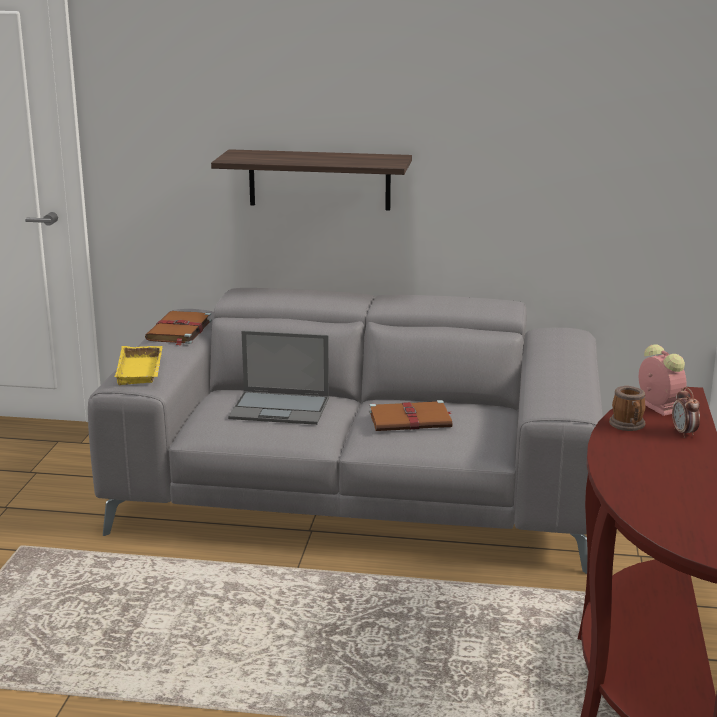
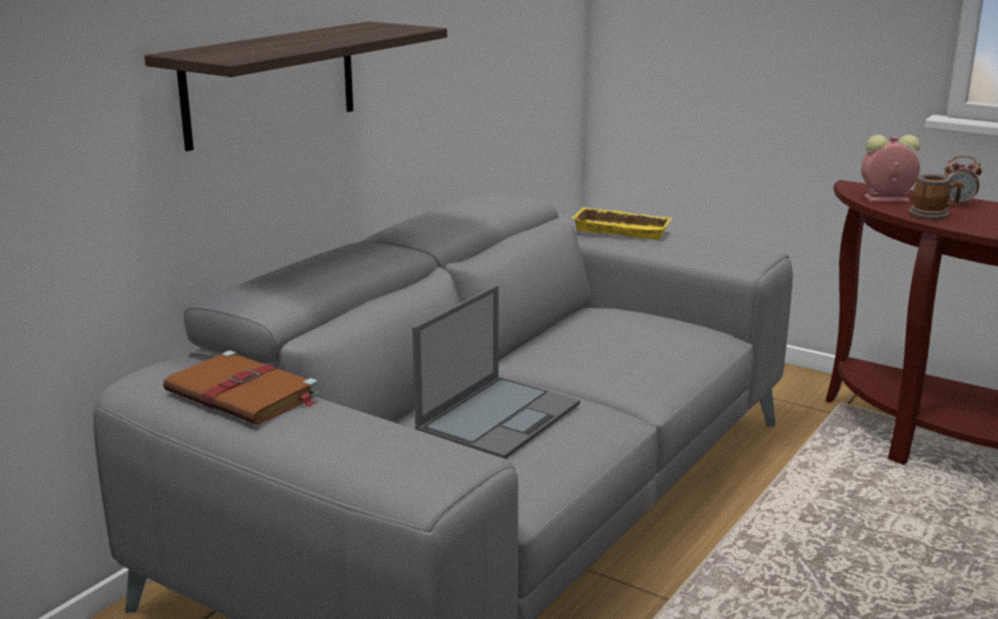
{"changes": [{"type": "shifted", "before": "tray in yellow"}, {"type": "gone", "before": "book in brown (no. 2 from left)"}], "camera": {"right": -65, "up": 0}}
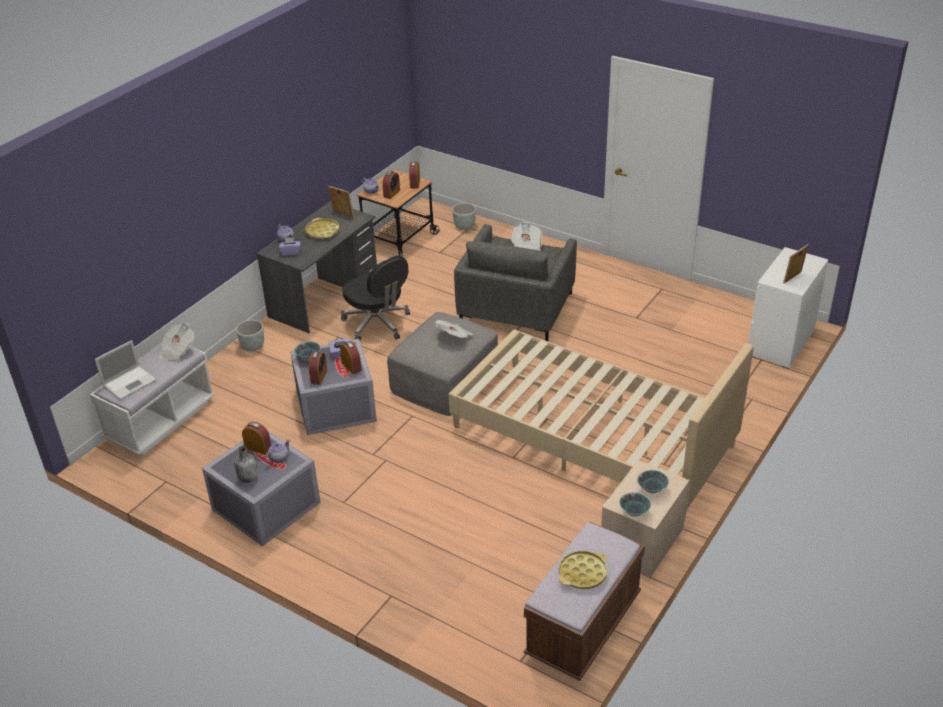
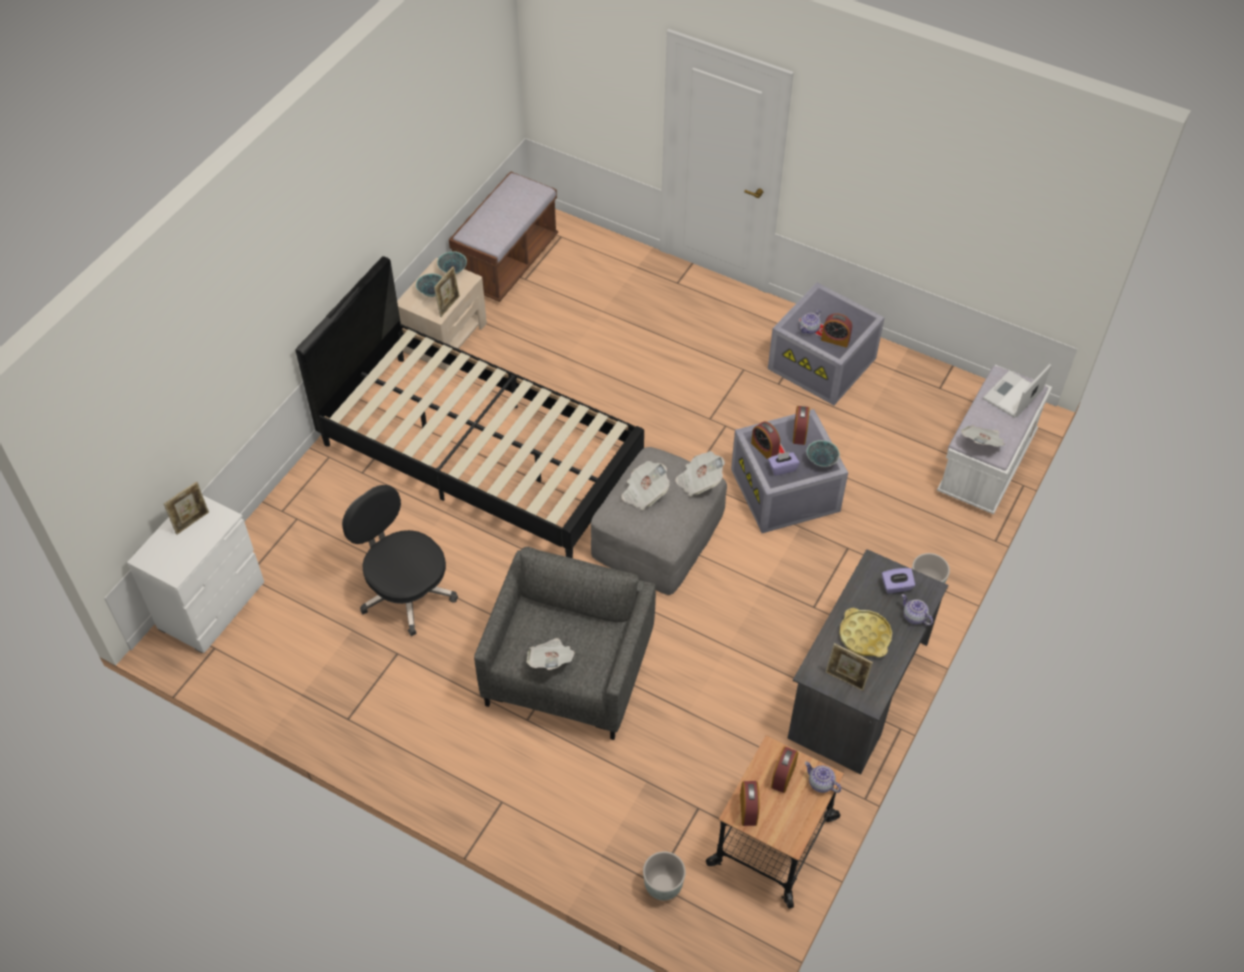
{"changes": [{"type": "shifted", "before": "office chair in black"}, {"type": "repainted", "before": "bed in beige", "after": "bed in black"}, {"type": "gone", "before": "bottle in grey"}, {"type": "gone", "before": "tray in yellow (no. 2 from left)"}, {"type": "new", "after": "picture frame (no. 2 from left)"}, {"type": "new", "after": "newspaper (no. 3 from left)"}], "camera": {"right": 175, "up": 15}}
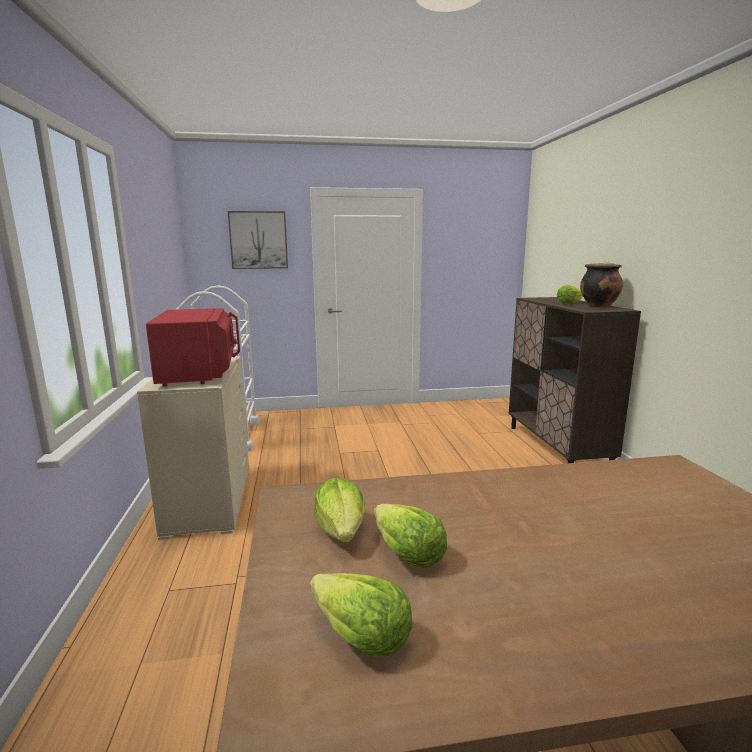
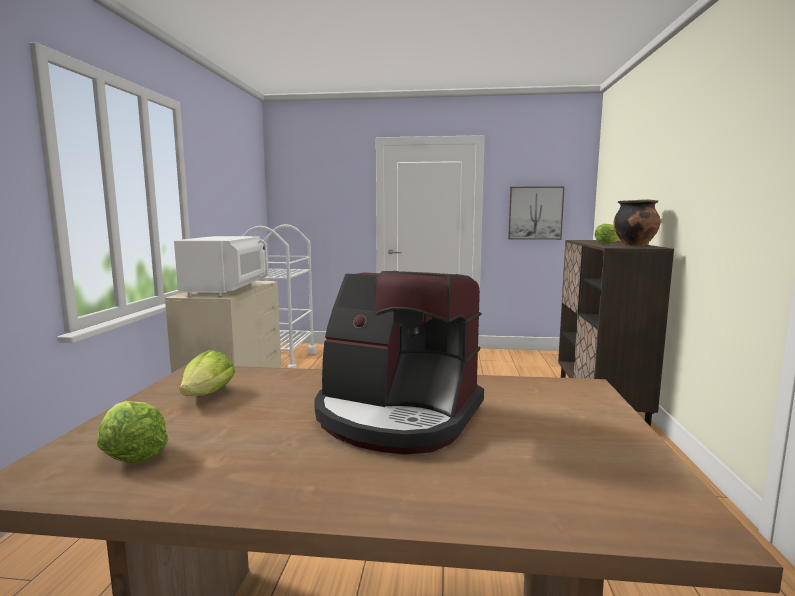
{"changes": [{"type": "shifted", "before": "picture"}, {"type": "repainted", "before": "microwave in red", "after": "microwave in white"}, {"type": "gone", "before": "lettuce (no. 3 from left)"}, {"type": "new", "after": "coffee machine"}], "camera": {"right": 15, "up": -5}}
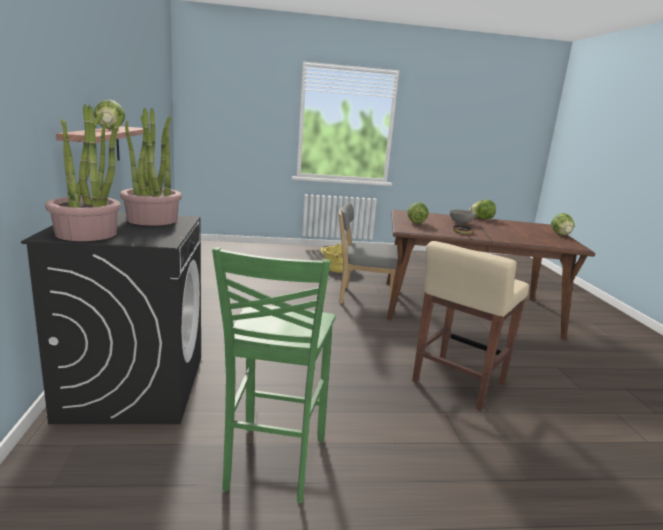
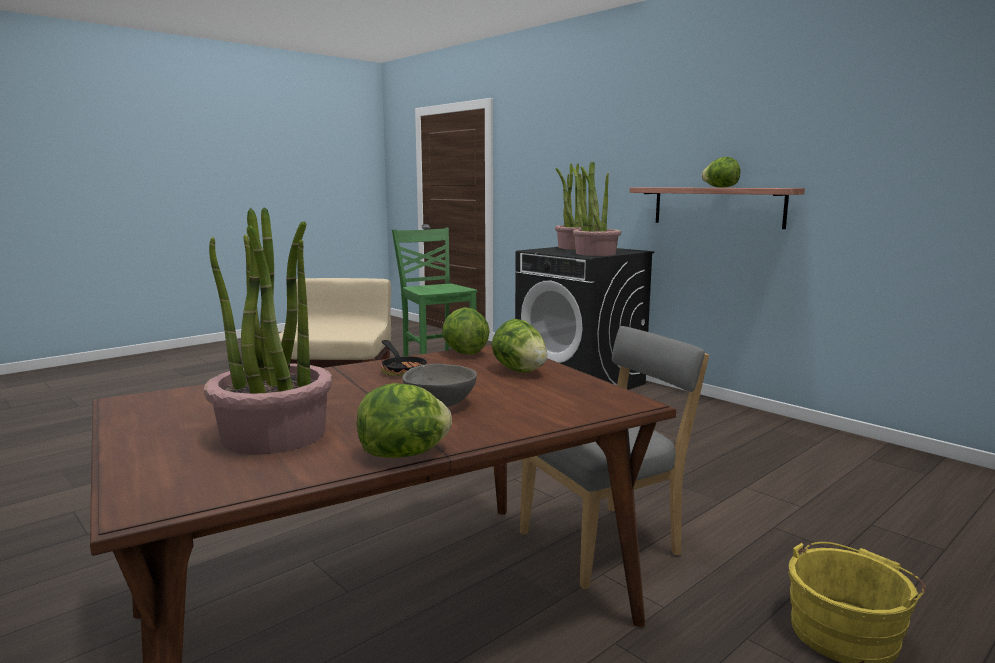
{"changes": [{"type": "shifted", "before": "lettuce (no. 4 from left in the first image)", "after": "lettuce (no. 2 from left)"}, {"type": "new", "after": "potted plant (no. 1 from left)"}], "camera": {"right": 145, "up": -5}}
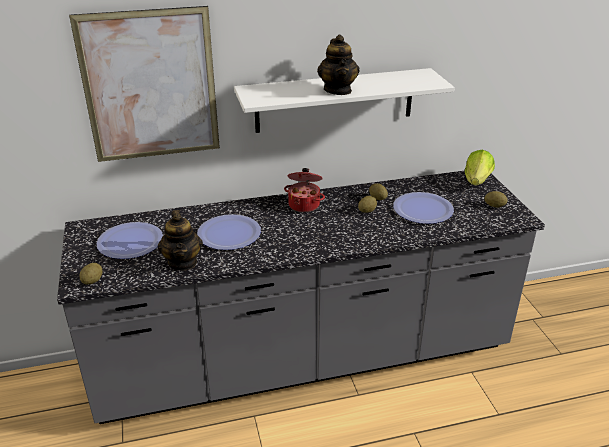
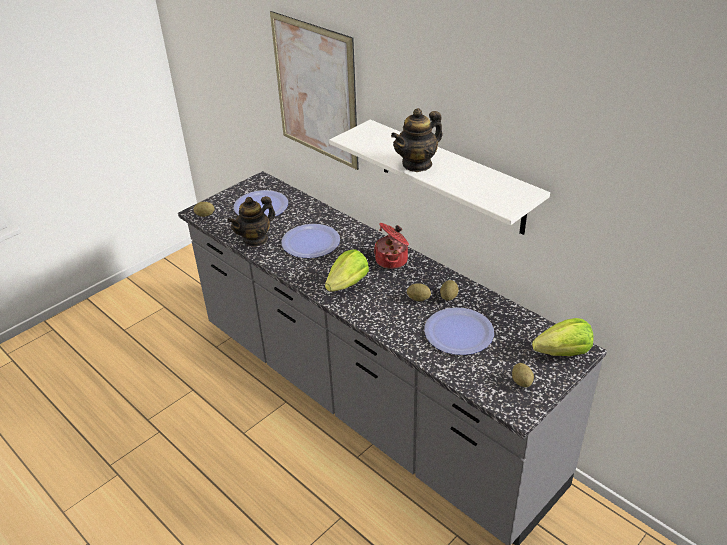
{"changes": [{"type": "new", "after": "lettuce (no. 1 from left)"}], "camera": {"right": 60, "up": 5}}
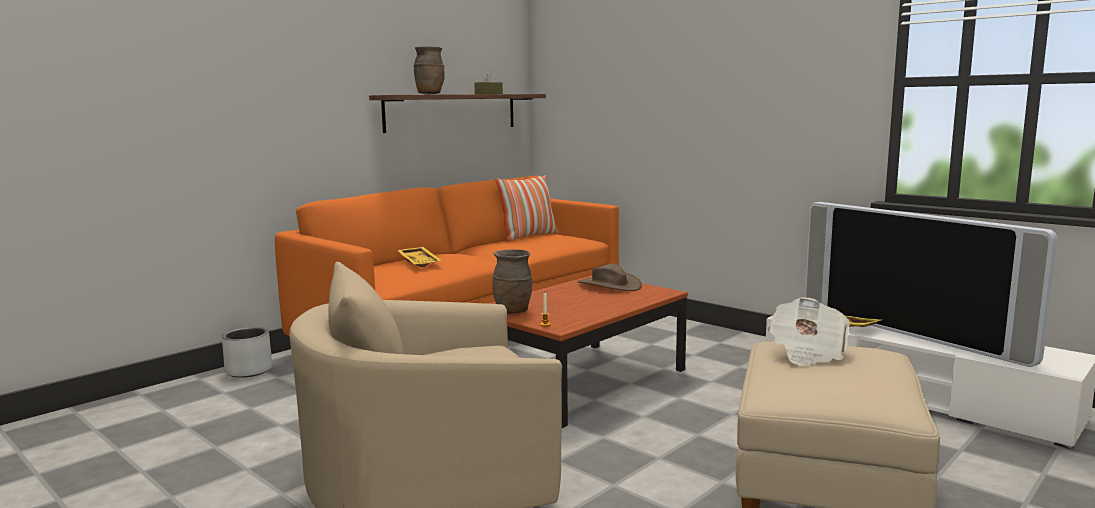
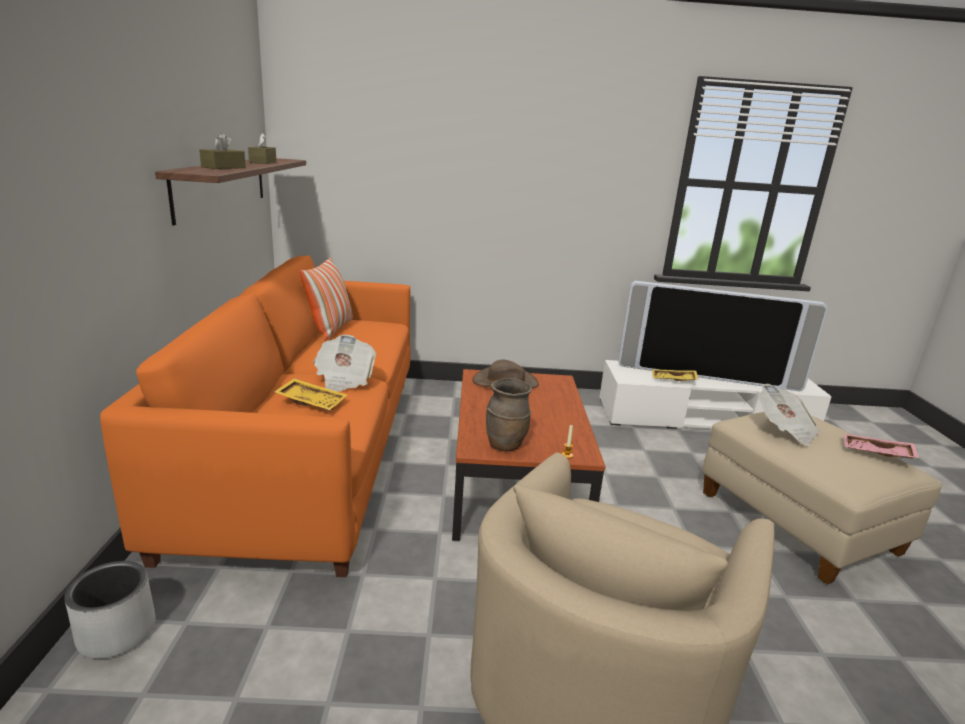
{"changes": [{"type": "swapped", "before": "vase in brown (no. 1 from left)", "after": "tissue box in brown (no. 1 from left)"}, {"type": "new", "after": "newspaper (no. 1 from left)"}, {"type": "new", "after": "tray in pink"}], "camera": {"right": -45, "up": 10}}
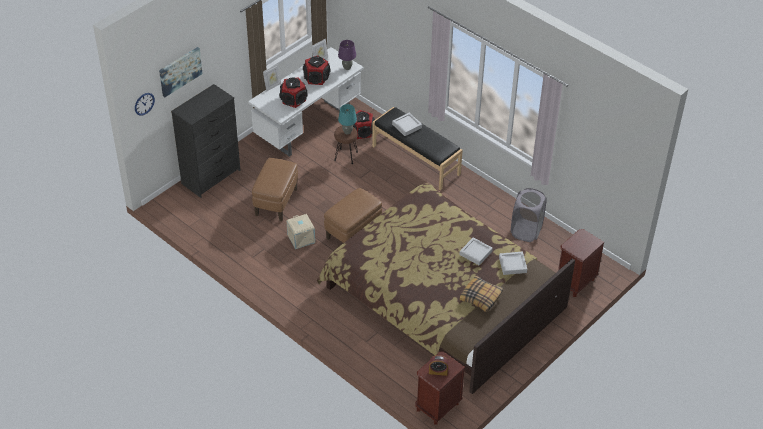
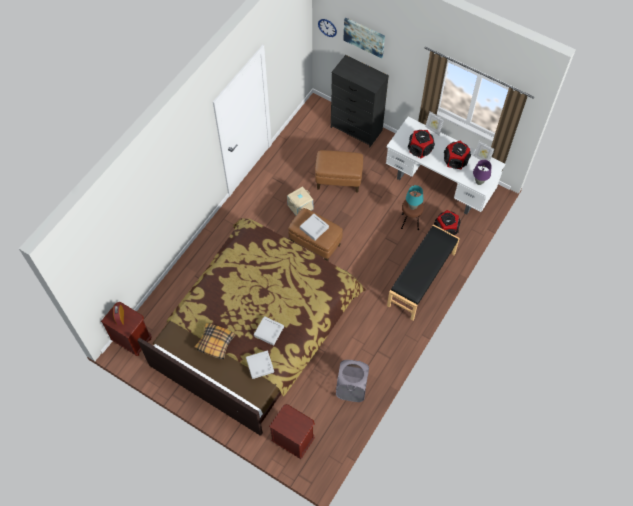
{"changes": [{"type": "shifted", "before": "tray in grey (no. 1 from left in the first image)", "after": "tray in grey (no. 3 from left)"}], "camera": {"right": 80, "up": 15}}
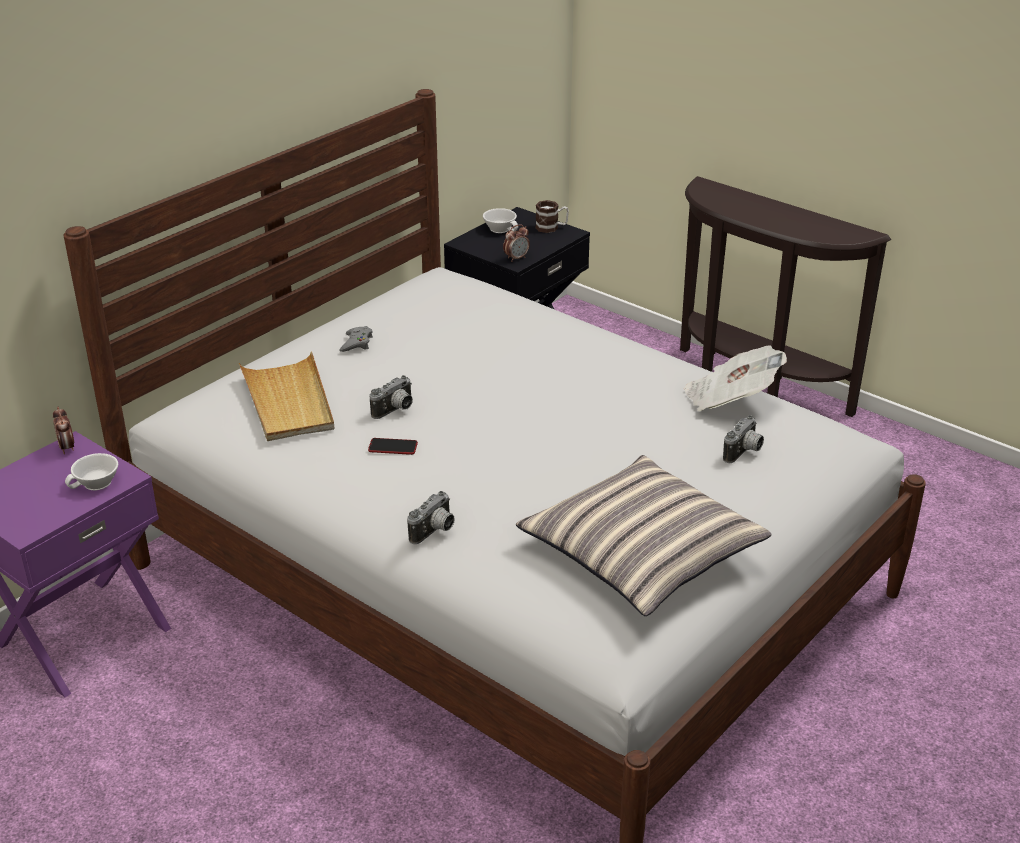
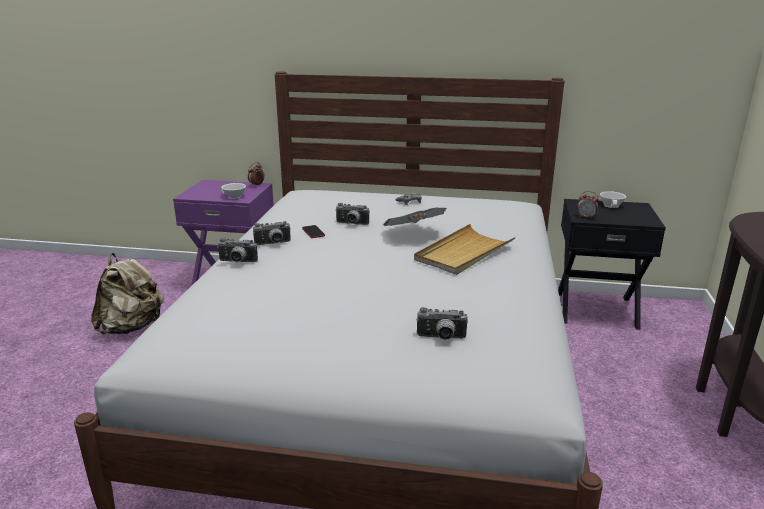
{"changes": [{"type": "gone", "before": "mug"}, {"type": "shifted", "before": "newspaper"}, {"type": "shifted", "before": "tray in beige"}, {"type": "gone", "before": "pillow"}, {"type": "new", "after": "photo camera (no. 2 from left)"}, {"type": "new", "after": "backpack in beige"}], "camera": {"right": 60, "up": -10}}
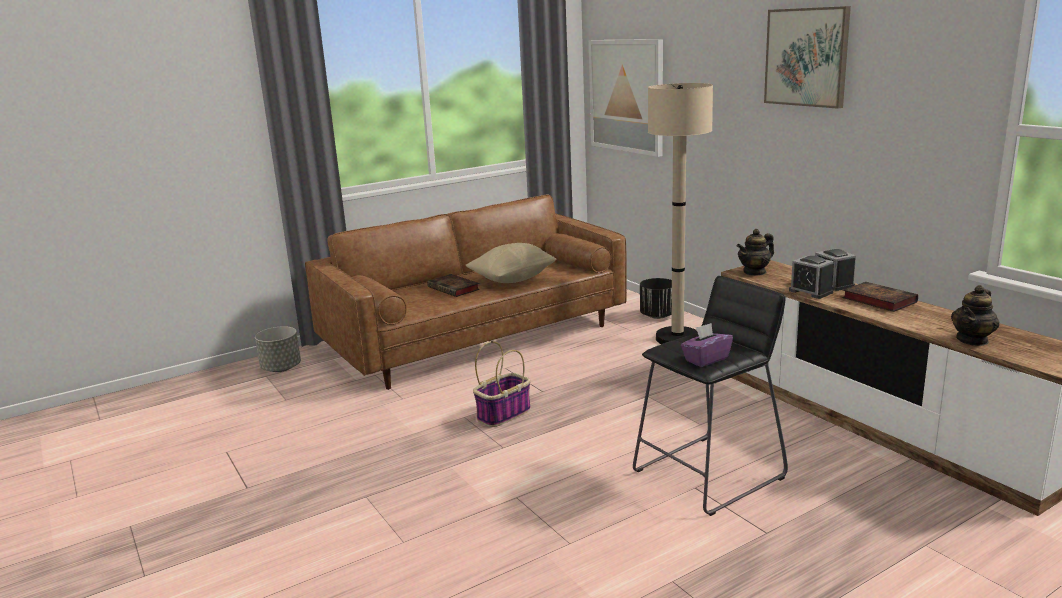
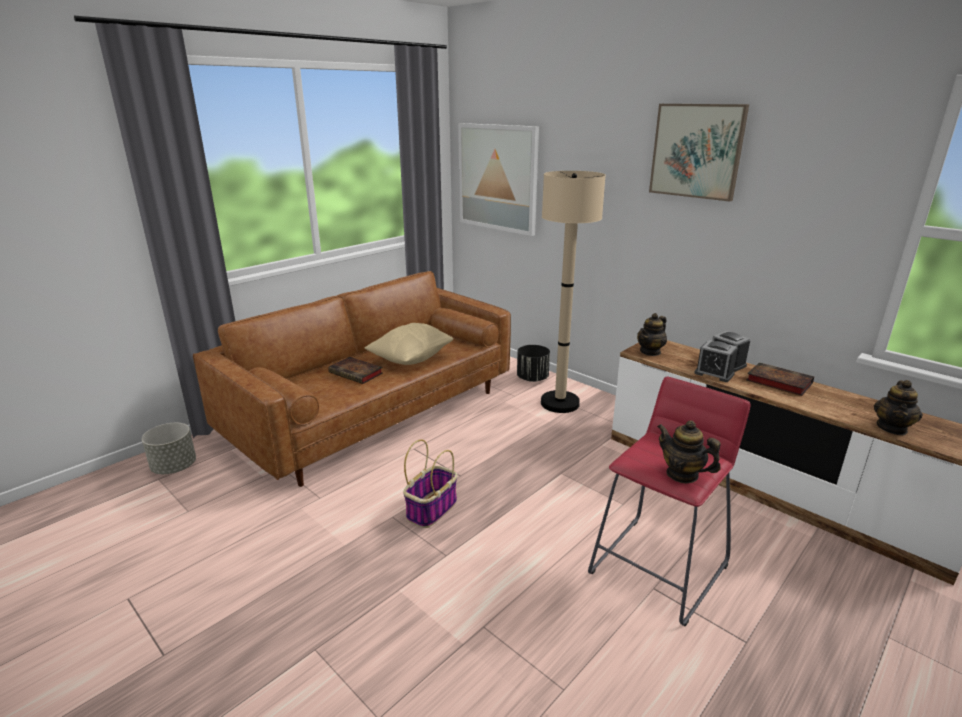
{"changes": [{"type": "repainted", "before": "stool in black", "after": "stool in red"}, {"type": "swapped", "before": "tissue box in purple", "after": "teapot (no. 2 from left)"}], "camera": {"right": -15, "up": 5}}
